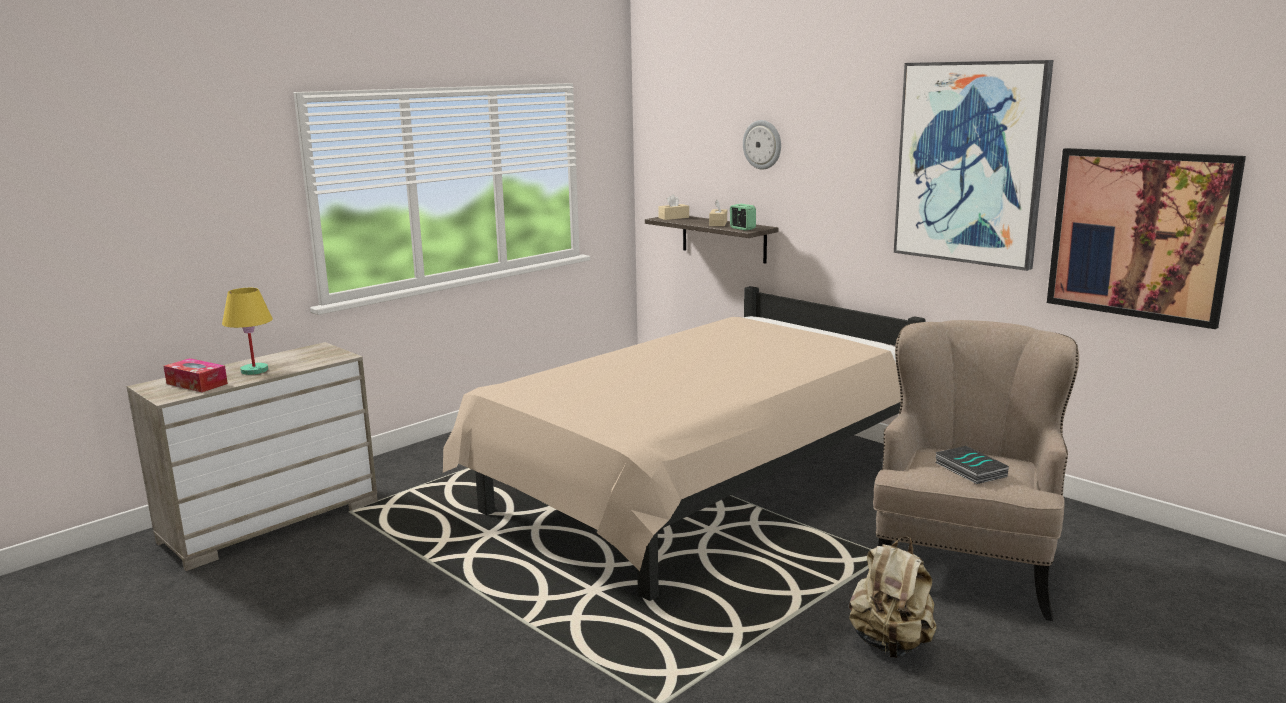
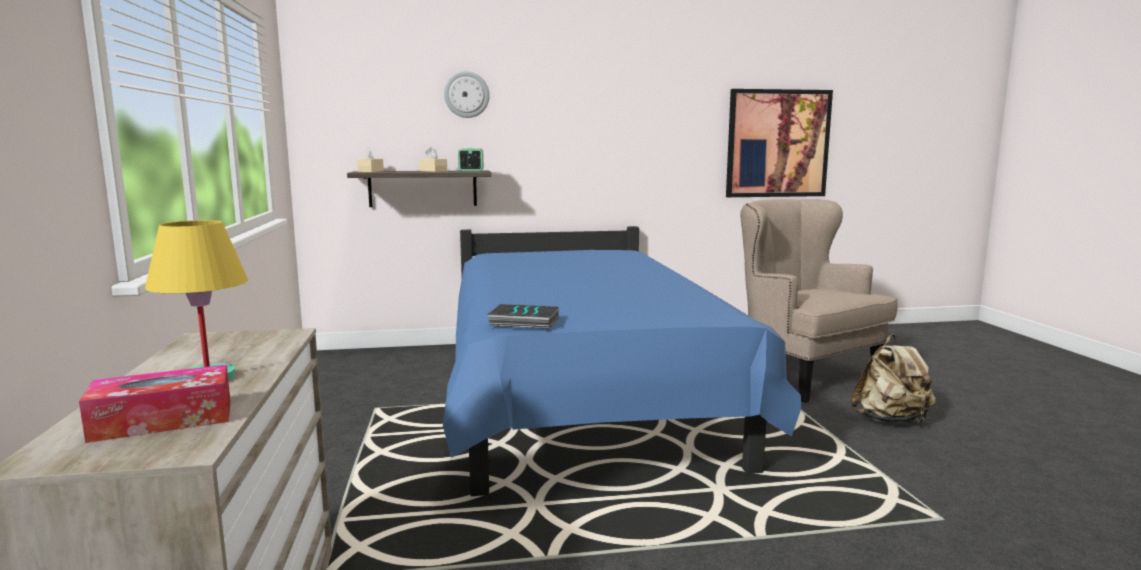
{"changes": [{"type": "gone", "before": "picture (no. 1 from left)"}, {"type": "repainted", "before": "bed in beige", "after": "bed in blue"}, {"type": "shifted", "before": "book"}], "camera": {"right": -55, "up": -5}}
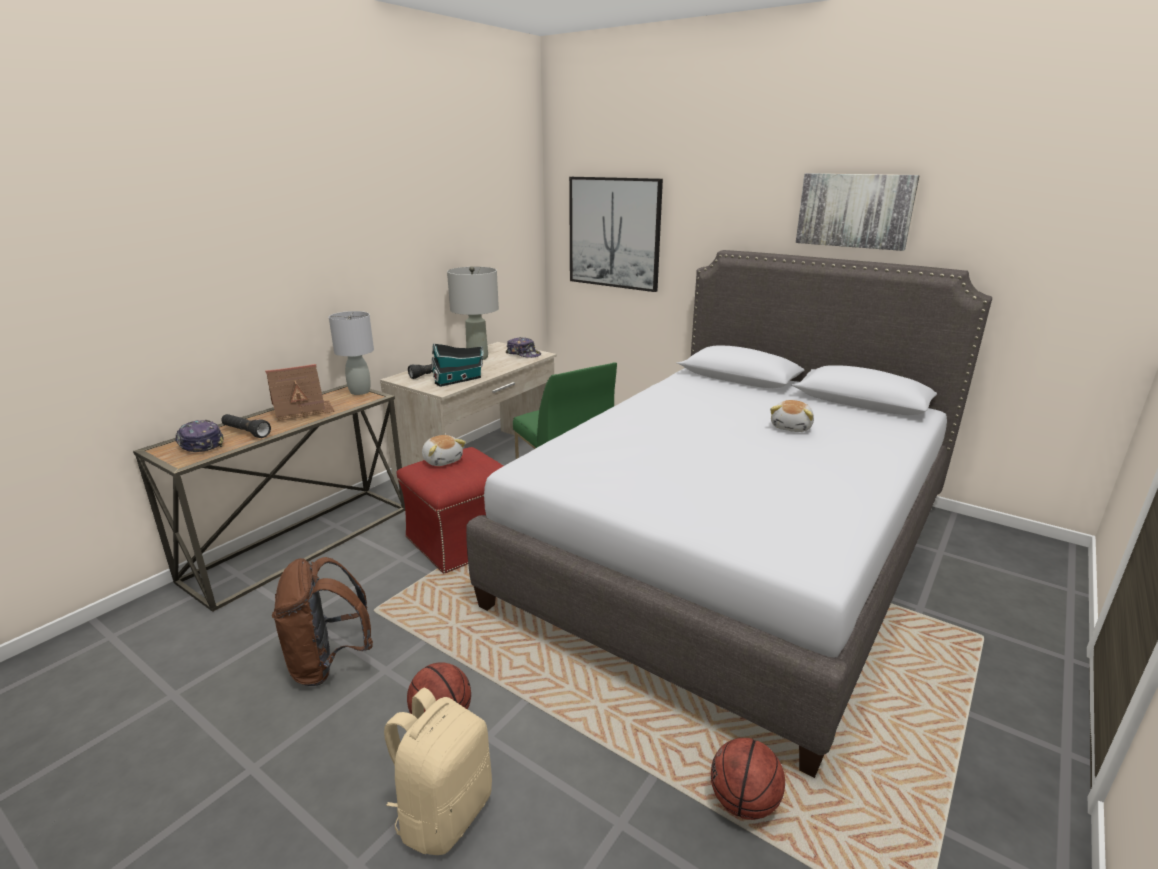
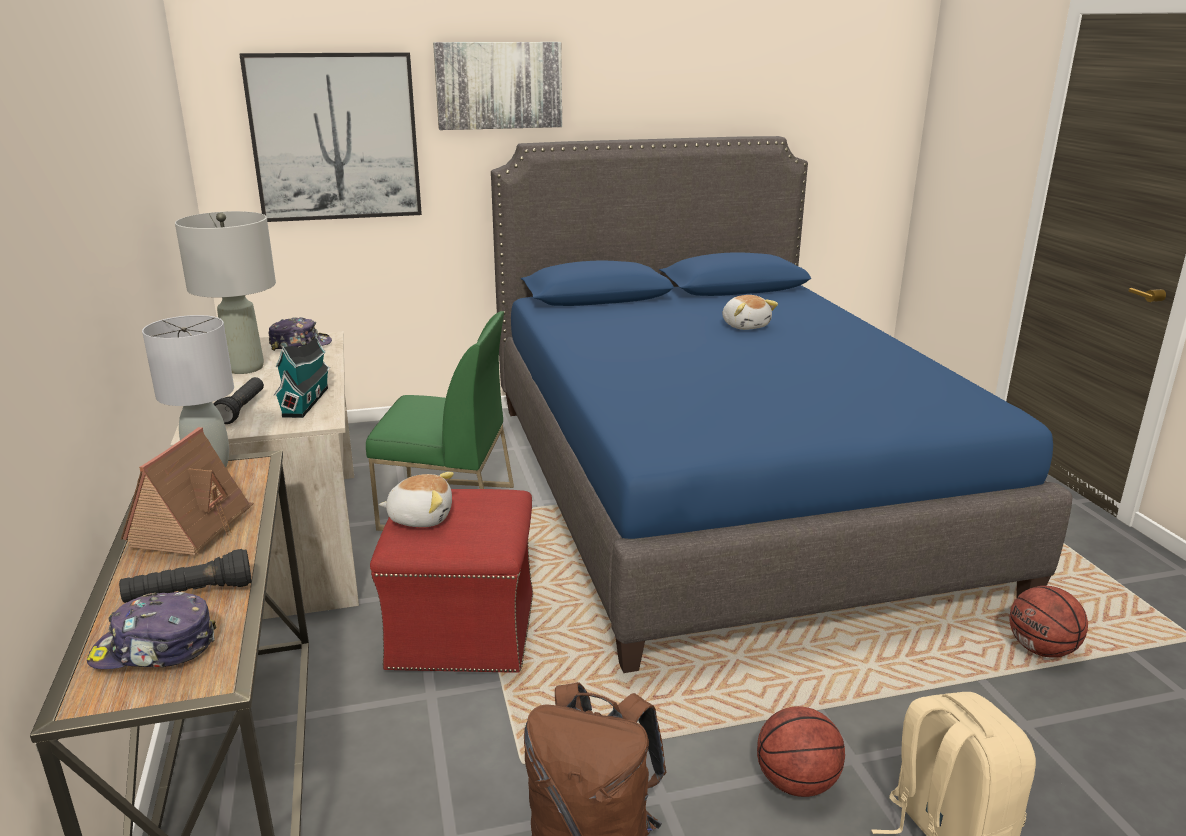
{"changes": [{"type": "shifted", "before": "picture (no. 2 from left)"}, {"type": "repainted", "before": "bed in grey", "after": "bed in blue"}], "camera": {"right": -50, "up": 0}}
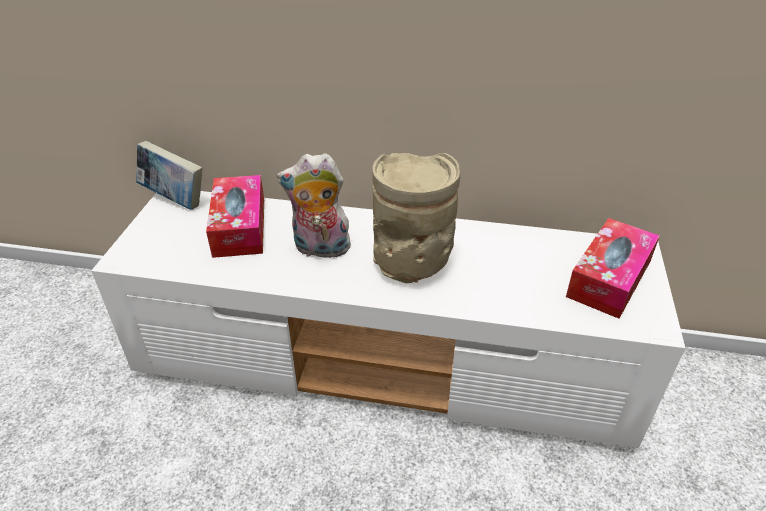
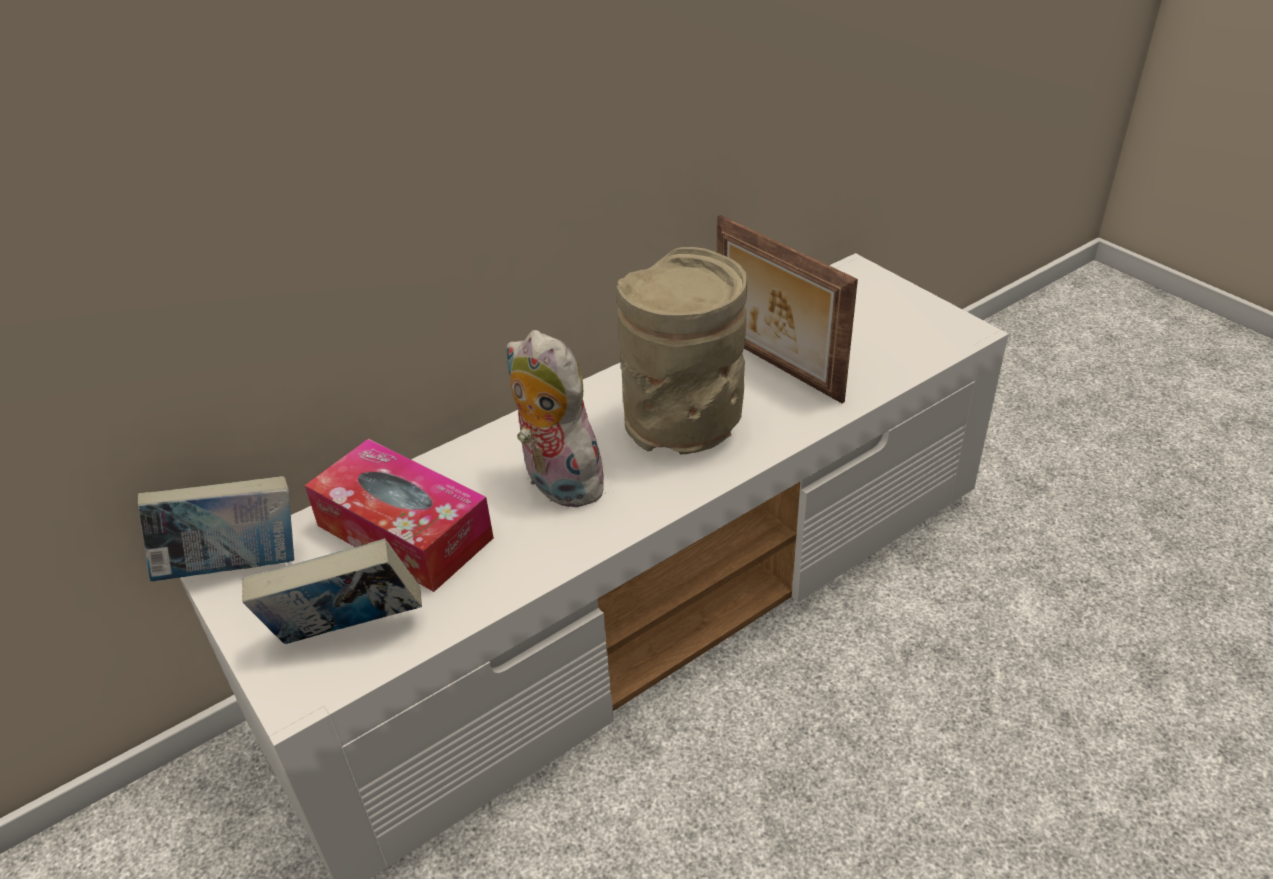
{"changes": [{"type": "rotated", "before": "plush toy", "turn": 90}, {"type": "gone", "before": "tissue box (no. 2 from left)"}, {"type": "new", "after": "picture frame"}, {"type": "new", "after": "book (no. 2 from left)"}], "camera": {"right": -45, "up": 0}}
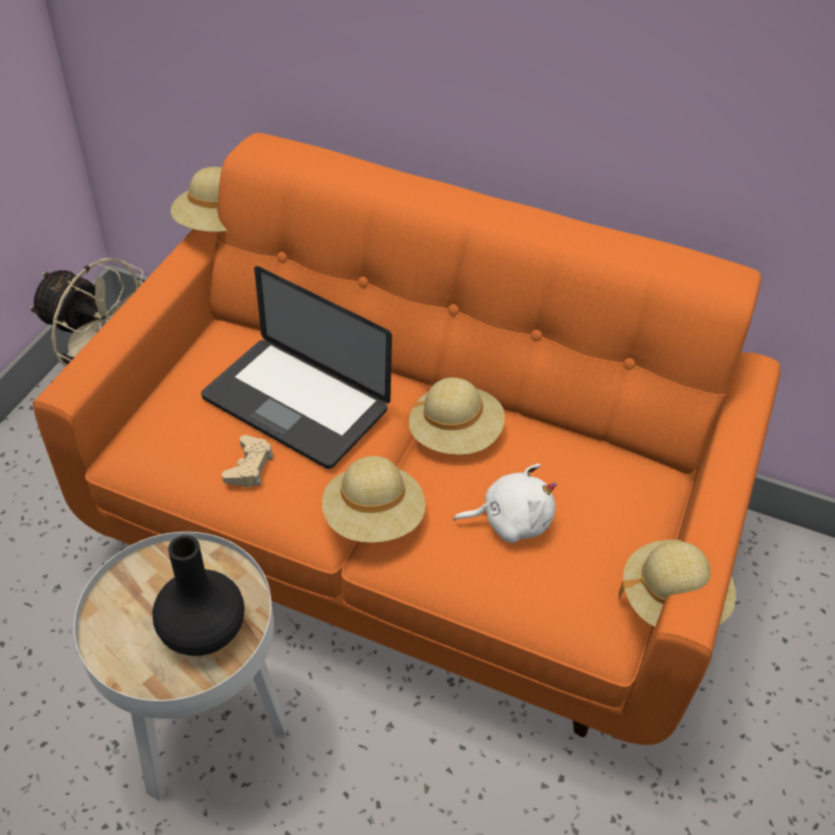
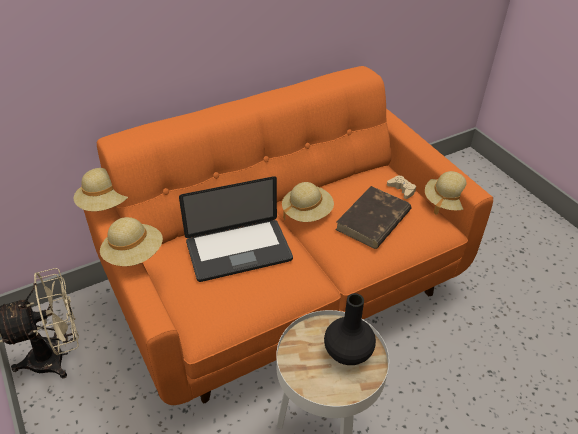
{"changes": [{"type": "shifted", "before": "game controller in beige"}, {"type": "shifted", "before": "hat in beige (no. 2 from left)"}, {"type": "swapped", "before": "plush toy in white", "after": "book in brown"}], "camera": {"right": -50, "up": -5}}
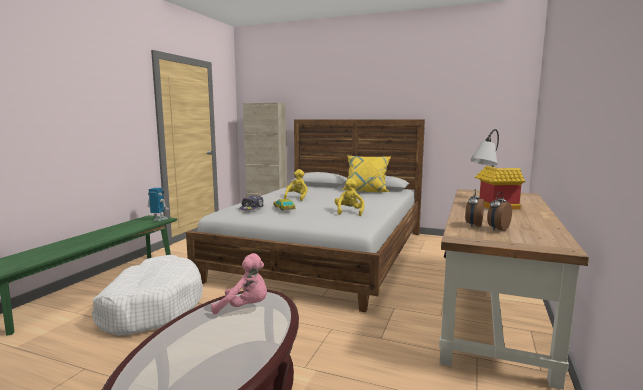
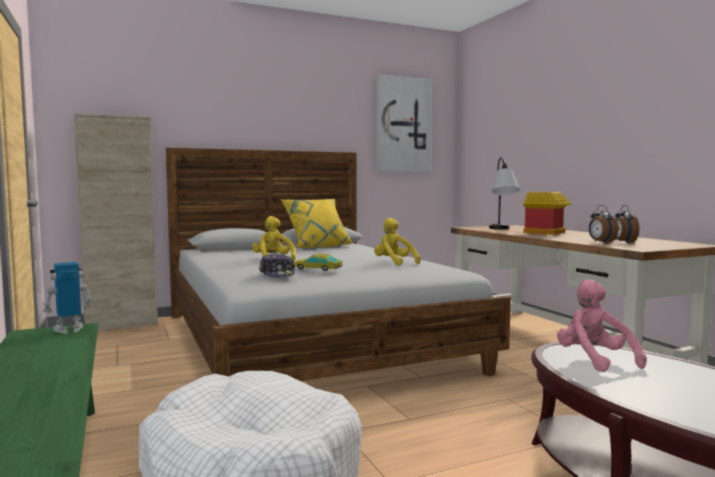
{"changes": [{"type": "rotated", "before": "plush toy in pink", "turn": -75}, {"type": "new", "after": "picture"}], "camera": {"right": -45, "up": -5}}
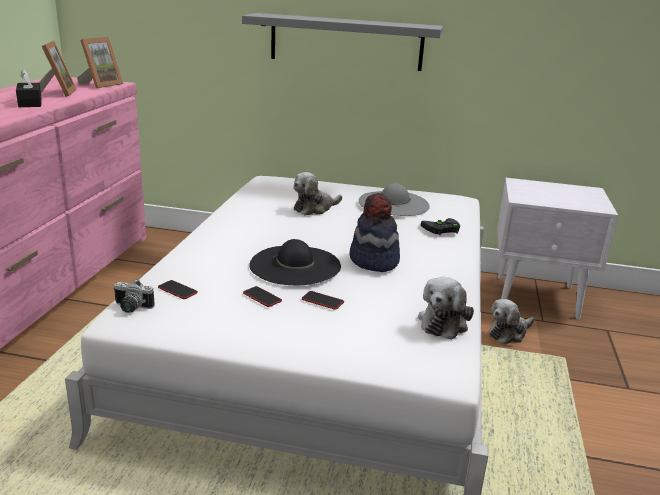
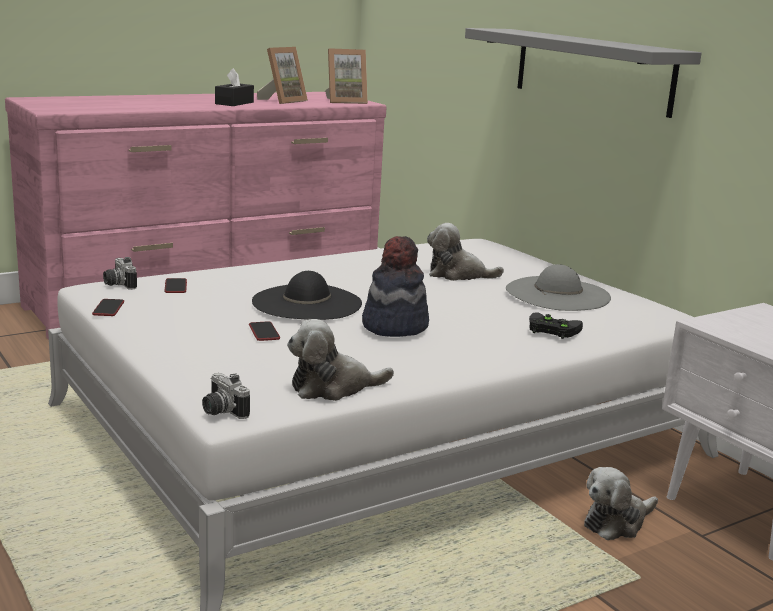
{"changes": [{"type": "shifted", "before": "phone (no. 2 from left in the first image)", "after": "phone (no. 1 from left)"}, {"type": "rotated", "before": "plush toy (no. 3 from left)", "turn": -45}, {"type": "new", "after": "photo camera (no. 2 from left)"}], "camera": {"right": 45, "up": -5}}
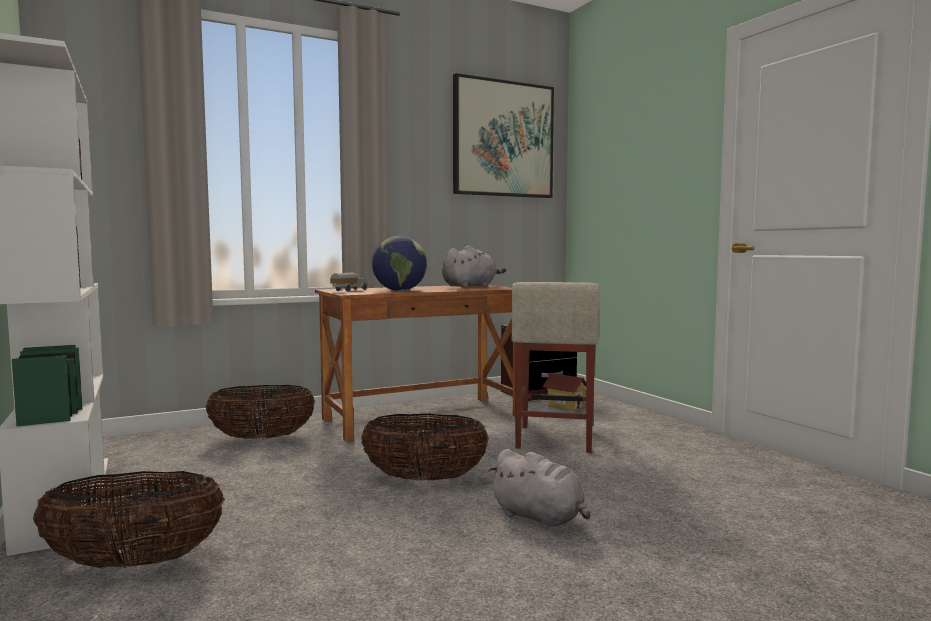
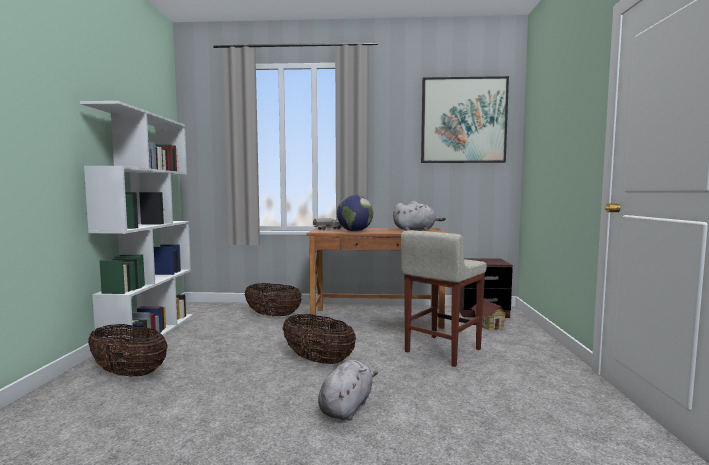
{"changes": [{"type": "rotated", "before": "plush toy in grey (no. 2 from left in the first image)", "turn": -135}], "camera": {"right": 30, "up": 0}}
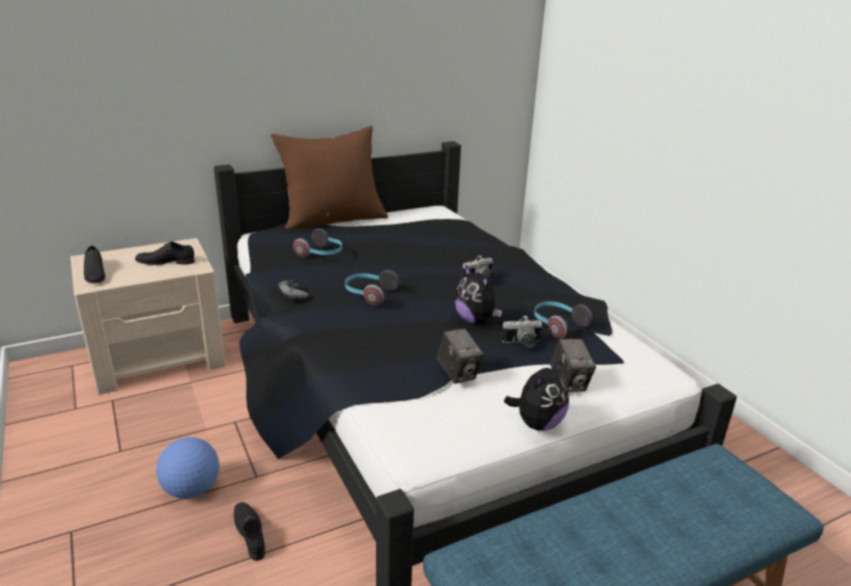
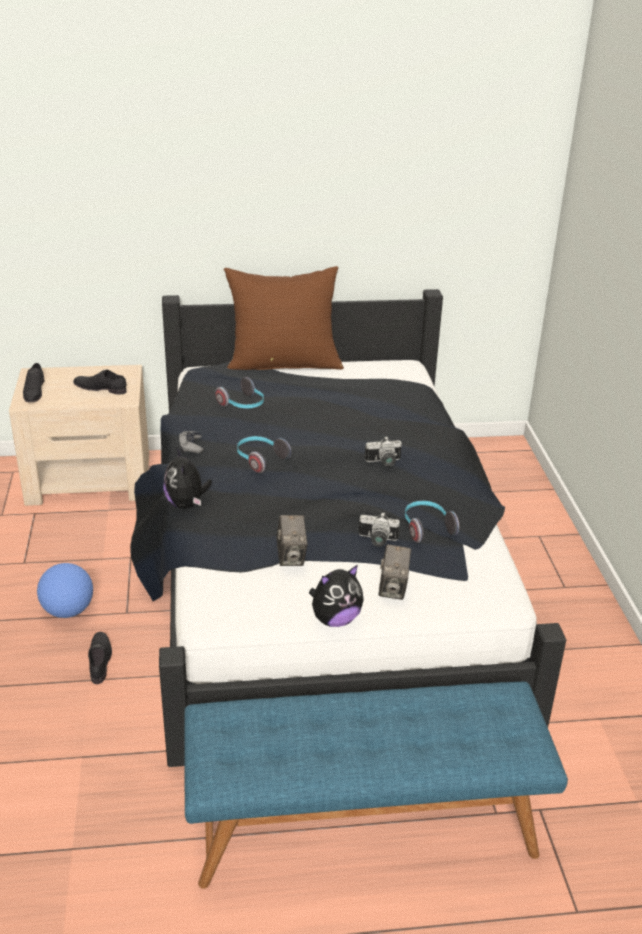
{"changes": [{"type": "shifted", "before": "plush toy (no. 1 from left)"}], "camera": {"right": 20, "up": 5}}
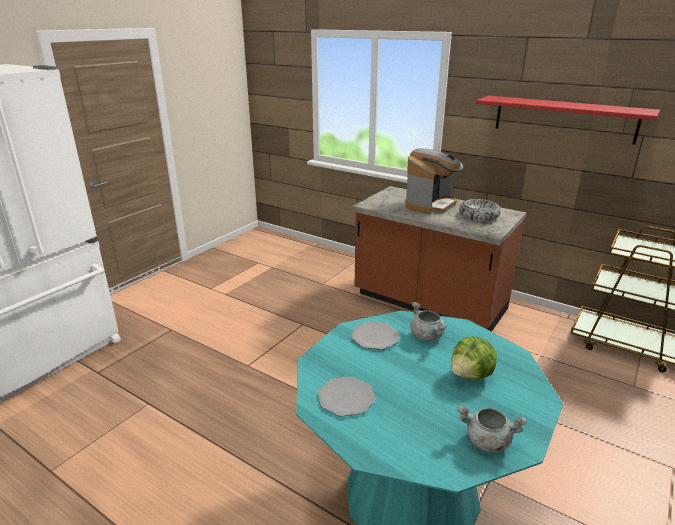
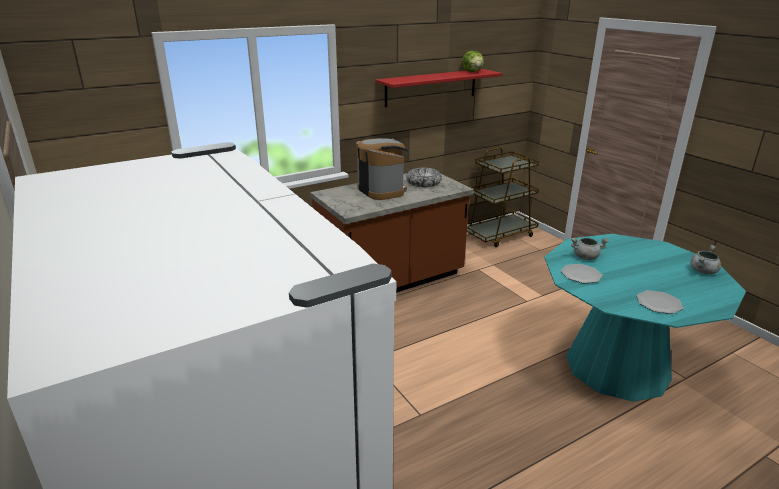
{"changes": [{"type": "shifted", "before": "lettuce"}], "camera": {"right": -65, "up": 0}}
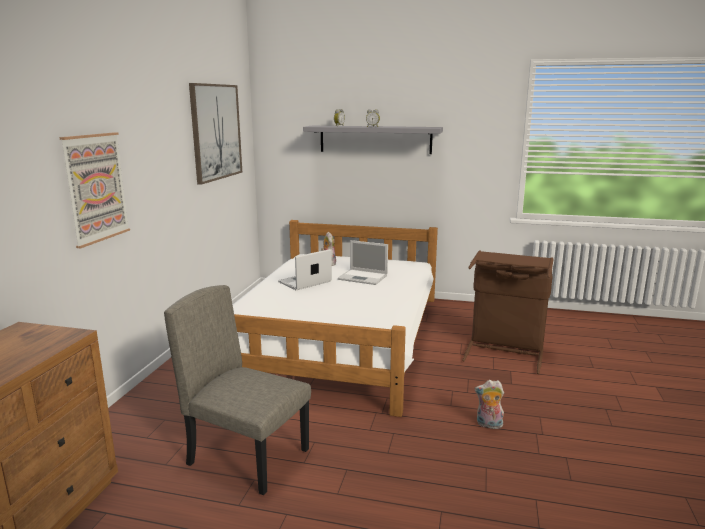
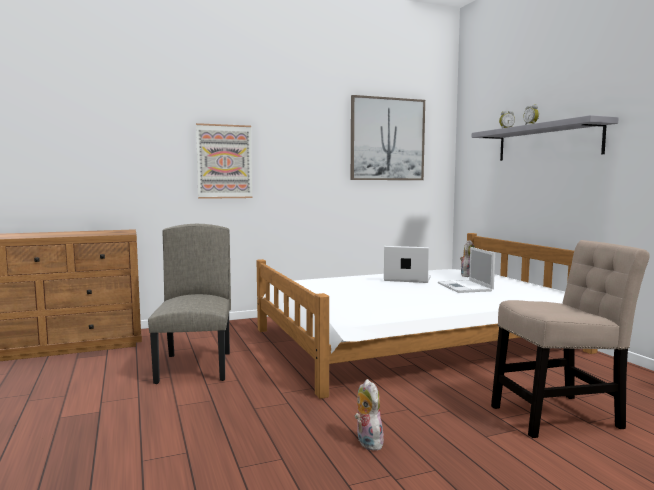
{"changes": [{"type": "swapped", "before": "laundry basket in brown", "after": "chair in beige (no. 2 from left)"}], "camera": {"right": 55, "up": -10}}
